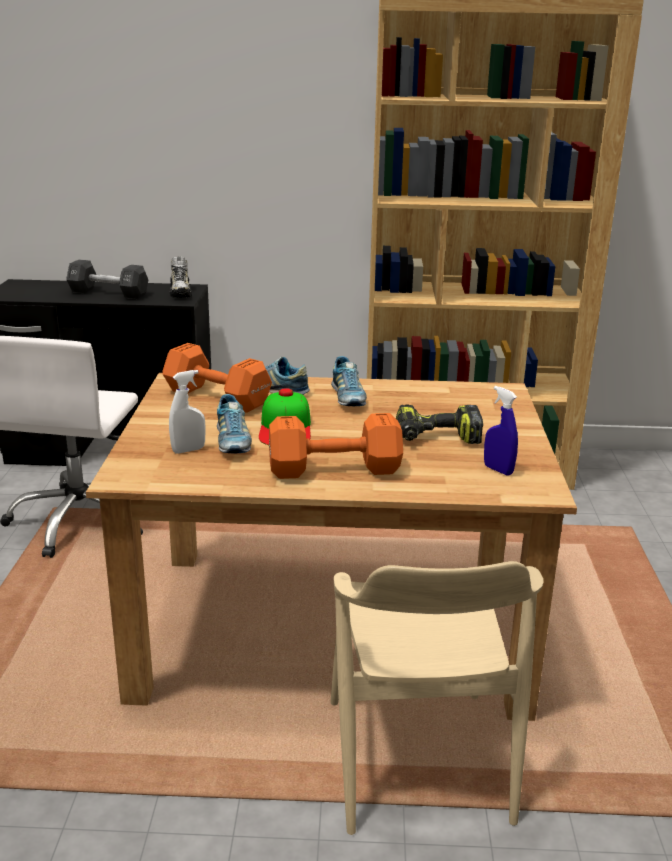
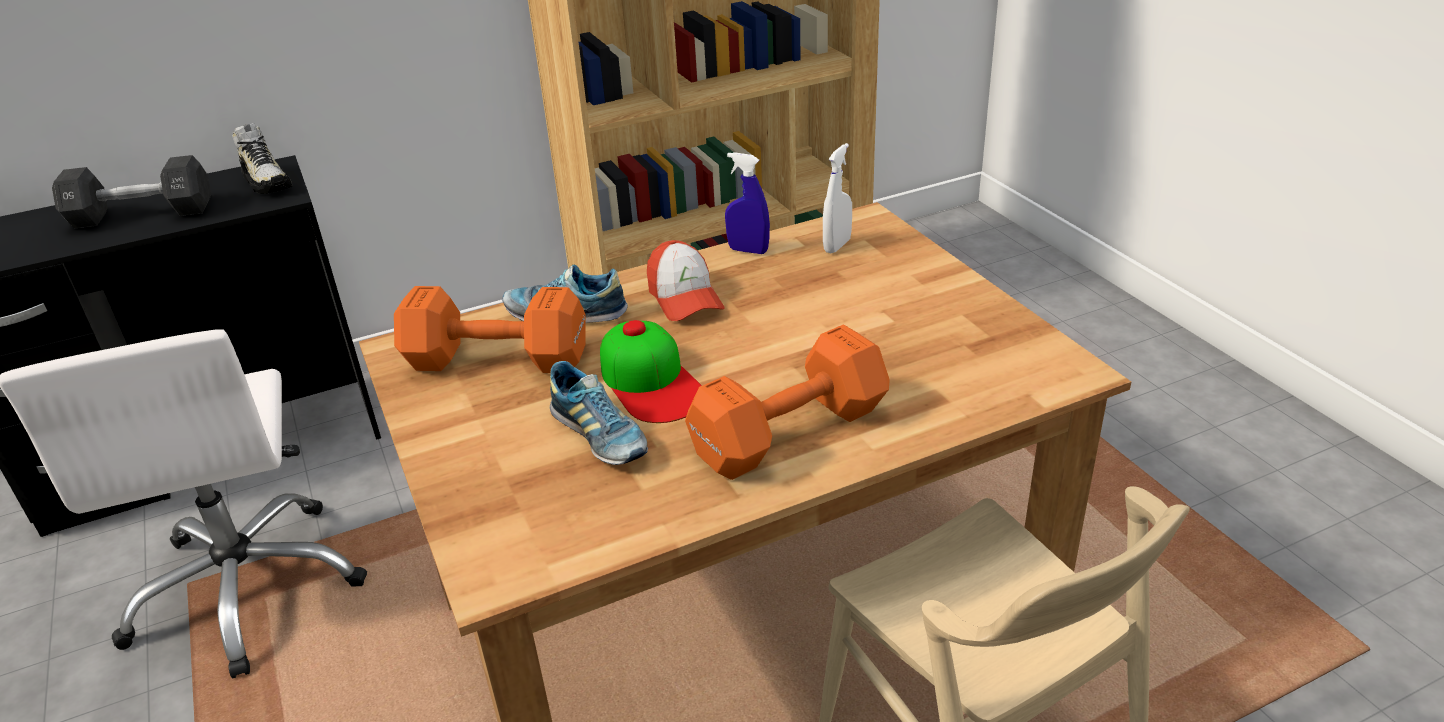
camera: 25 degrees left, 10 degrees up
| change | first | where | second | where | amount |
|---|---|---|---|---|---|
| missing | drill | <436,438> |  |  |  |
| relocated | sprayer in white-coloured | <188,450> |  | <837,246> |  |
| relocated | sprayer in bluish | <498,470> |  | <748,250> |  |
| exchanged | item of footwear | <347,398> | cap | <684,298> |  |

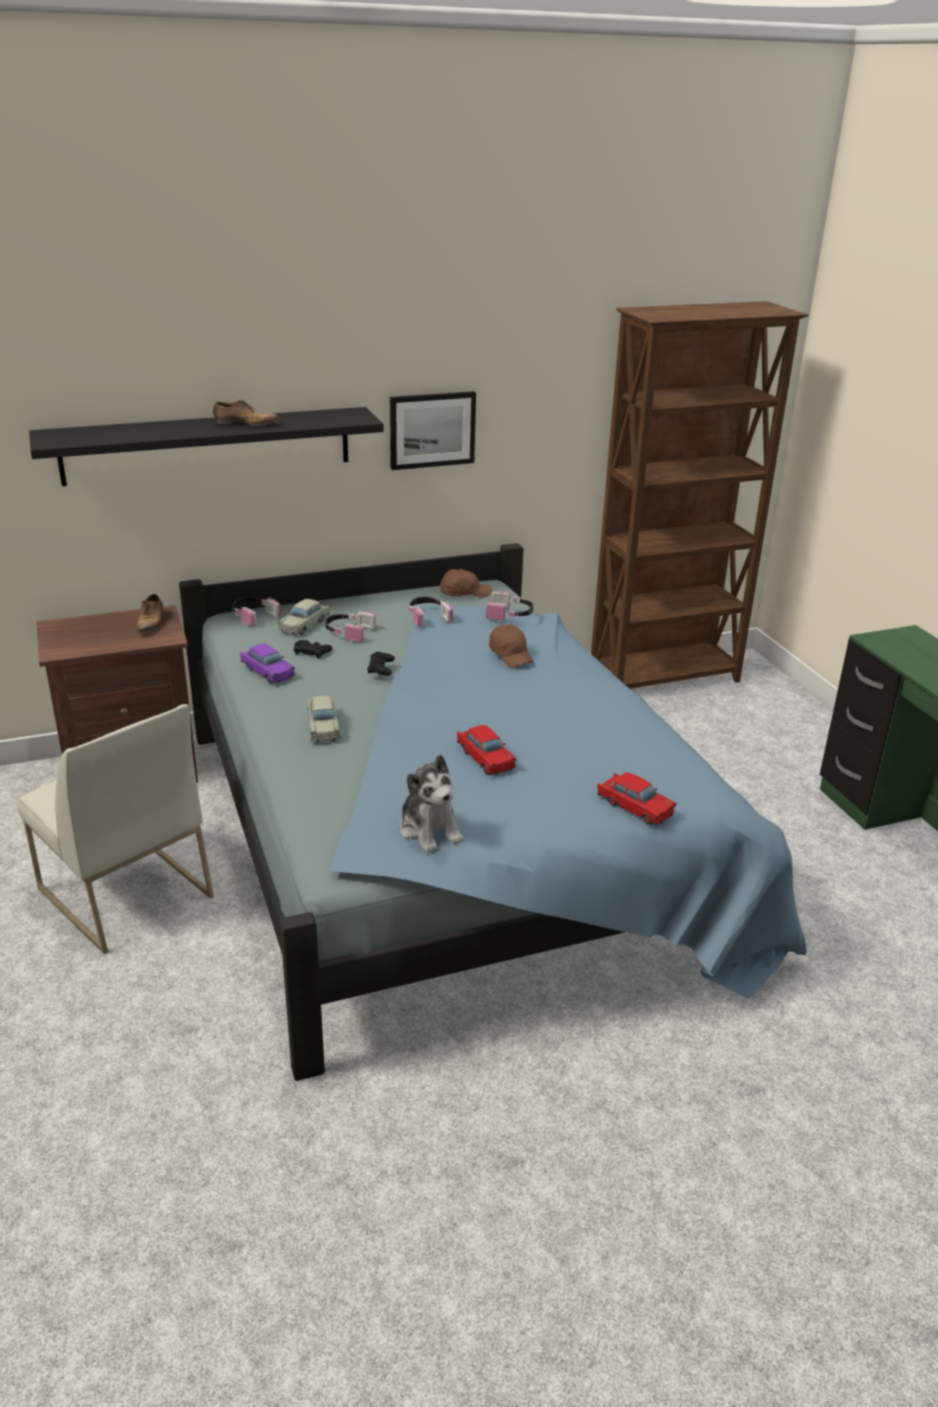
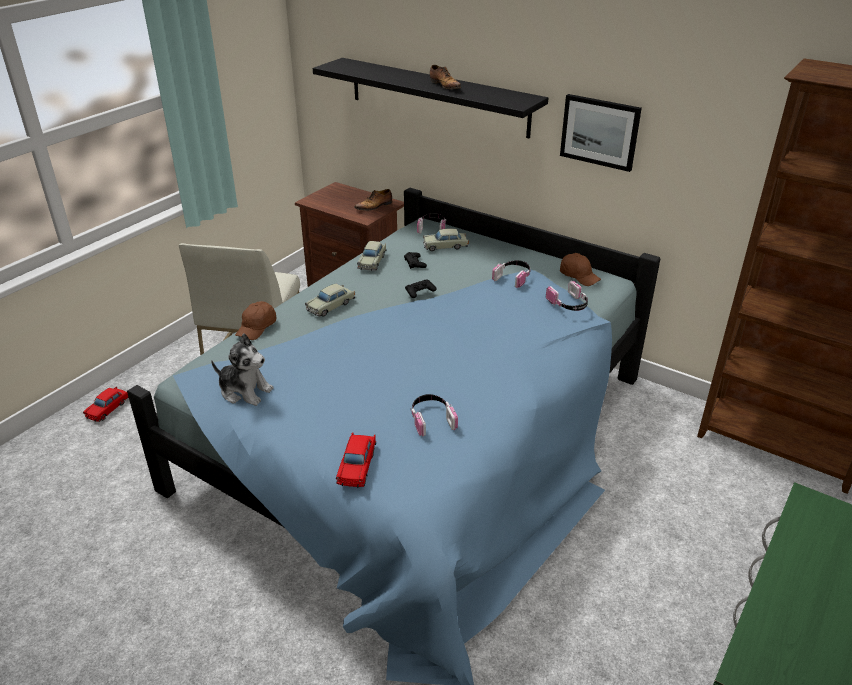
camera: 55 degrees right, 5 degrees up
| change | first | where | second | where | amount |
|---|---|---|---|---|---|
| relocated | pair of headphones | <348,632> |  | <431,419> |  |
| relocated | model car in reddish | <485,758> |  | <108,408> |  |
| relocated | cap in brown | <511,655> |  | <257,328> |  |
| colour | model car in purple-coloured | <267,671> | model car in beige-coloured | <372,261> |  |
| spun | plush toy | <430,830> |  | <245,391> | 90 degrees counterclockwise |

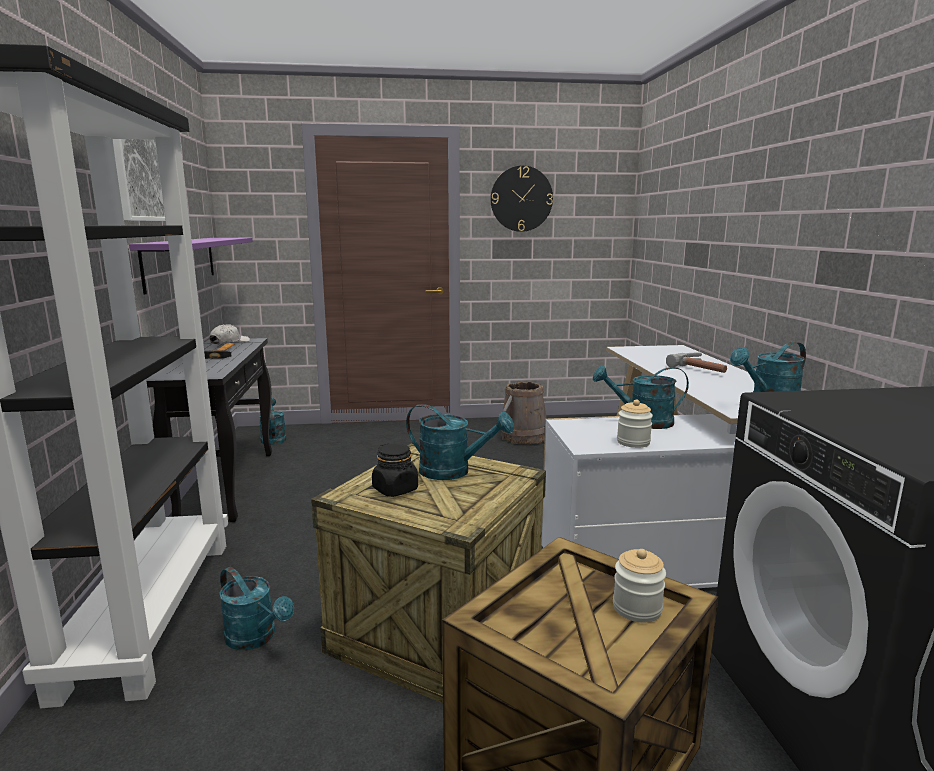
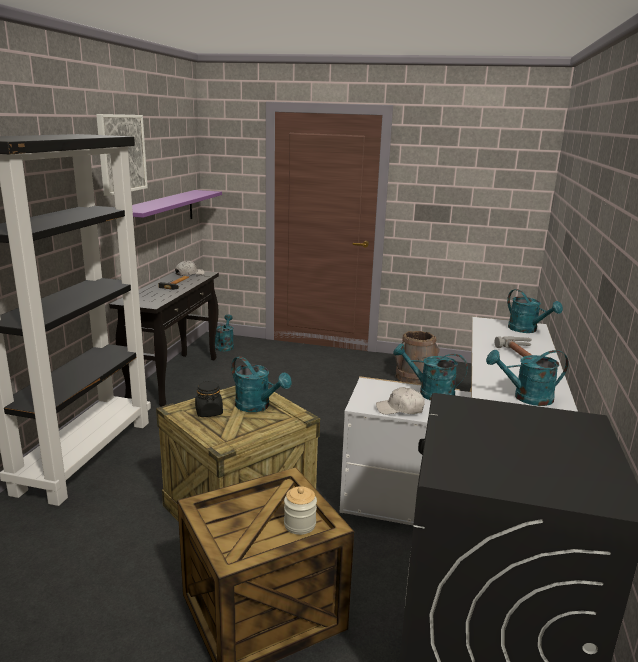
camera: 20 degrees right, 5 degrees up
| change | first | where | second | where | amount |
|---|---|---|---|---|---|
| missing | hanging clock | <521,199> |  |  |  |
| relocated | sprinkling can in blue-green | <256,638> |  | <527,330> |  |
| exchanged | storage jar | <633,442> | cap in white-coloured | <400,409> |  |

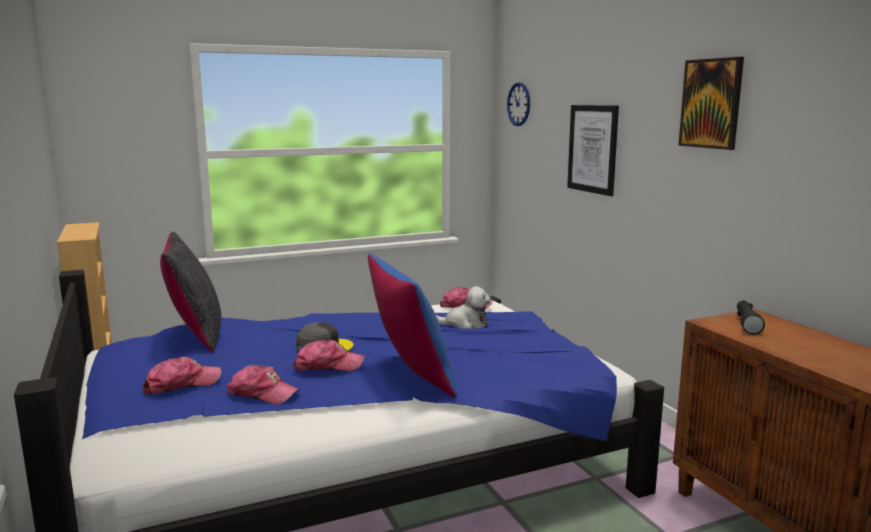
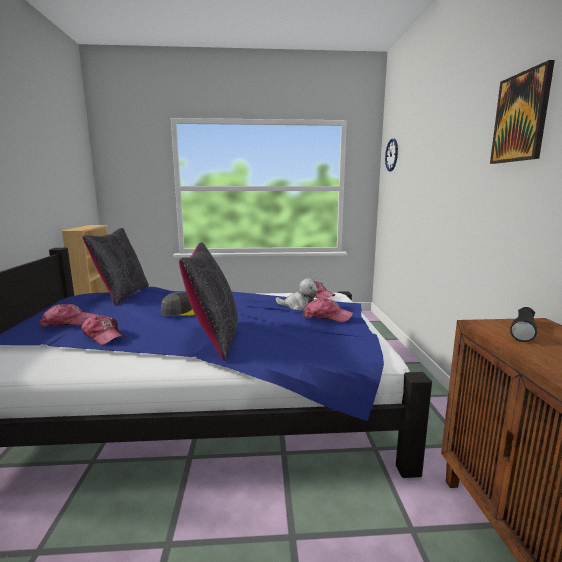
camera: 20 degrees right, 0 degrees up
| change | first | where | second | where | amount |
|---|---|---|---|---|---|
| missing | wall picture | <593,149> |  |  |  |
| relocated | cap | <328,366> |  | <326,317> |  |
| colour | throw pillow in bluish | <411,376> | throw pillow in blackish | <213,338> |  |

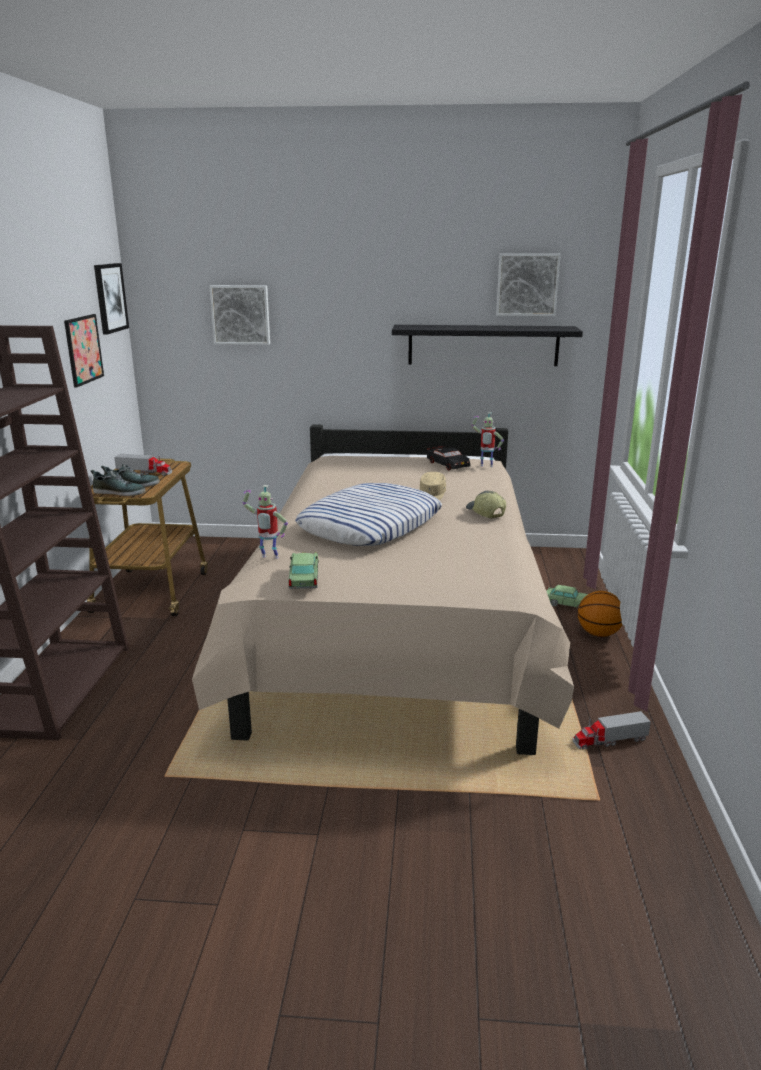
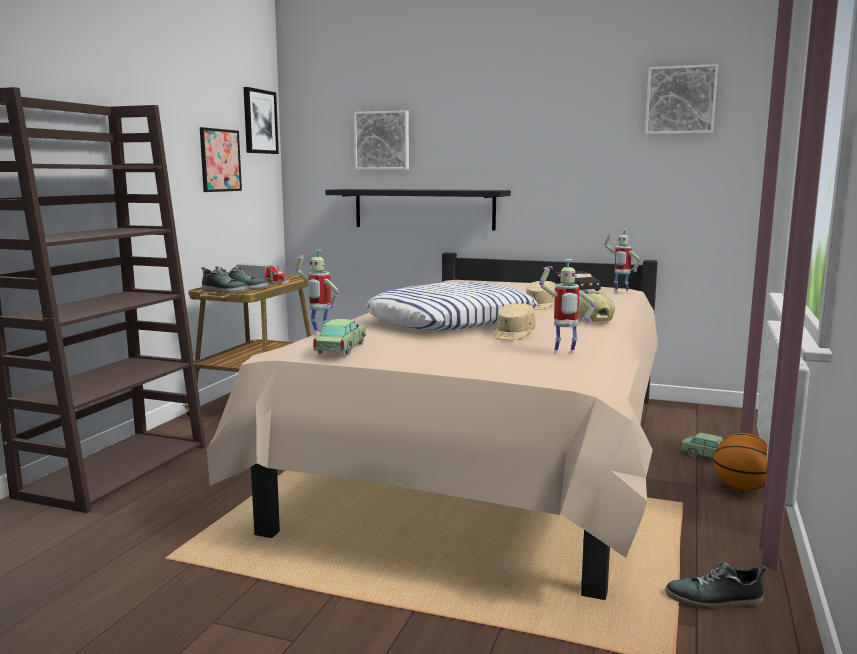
camera: 15 degrees right, 10 degrees down
| change | first | where | second | where | amount |
|---|---|---|---|---|---|
| appeared |  |  | cap in beige-coloured | <513,334> |  |
| appeared |  |  | toy robot | <564,354> |  |
| relocated | wall shelf in blackish | <483,345> |  | <424,209> |  |
| exchanged | toy lorry | <609,740> | item of footwear | <714,599> |  |

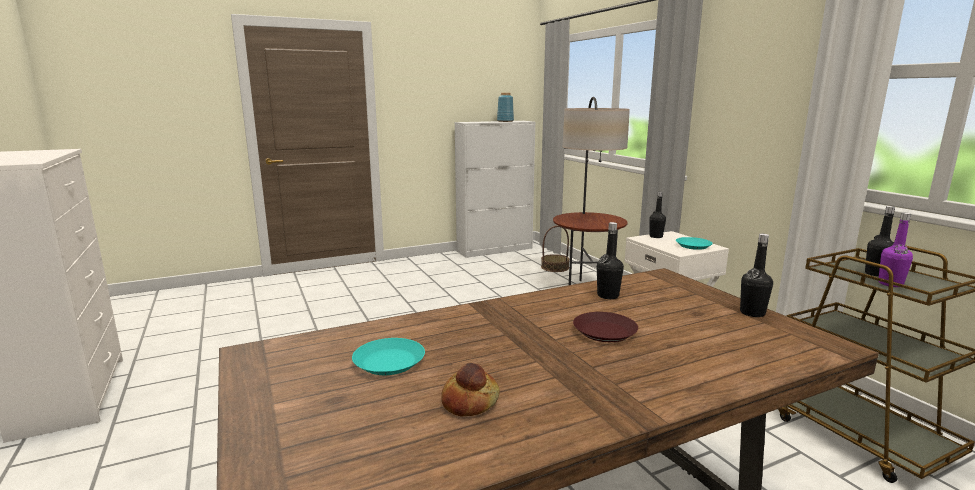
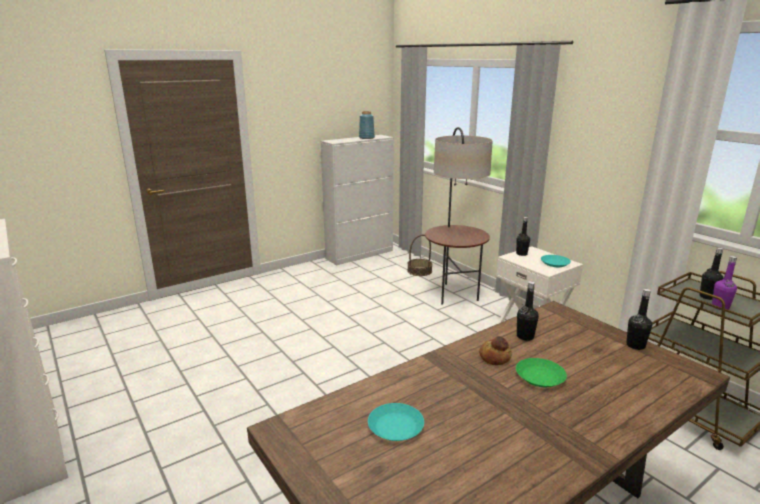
camera: 10 degrees left, 5 degrees up
| change | first | where | second | where | amount |
|---|---|---|---|---|---|
| relocated | baked bread | <470,402> |  | <495,357> |  |
| colour | flat dish in brown | <605,332> | flat dish in green-coloured | <540,376> |  |

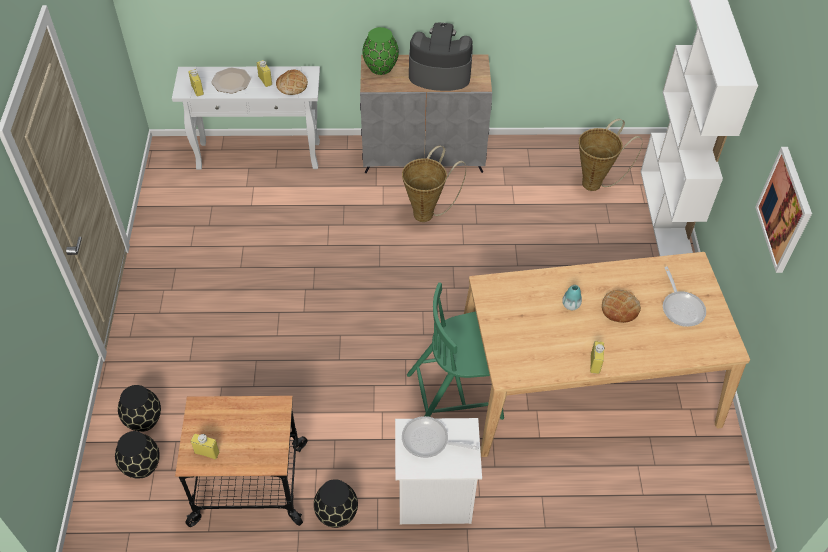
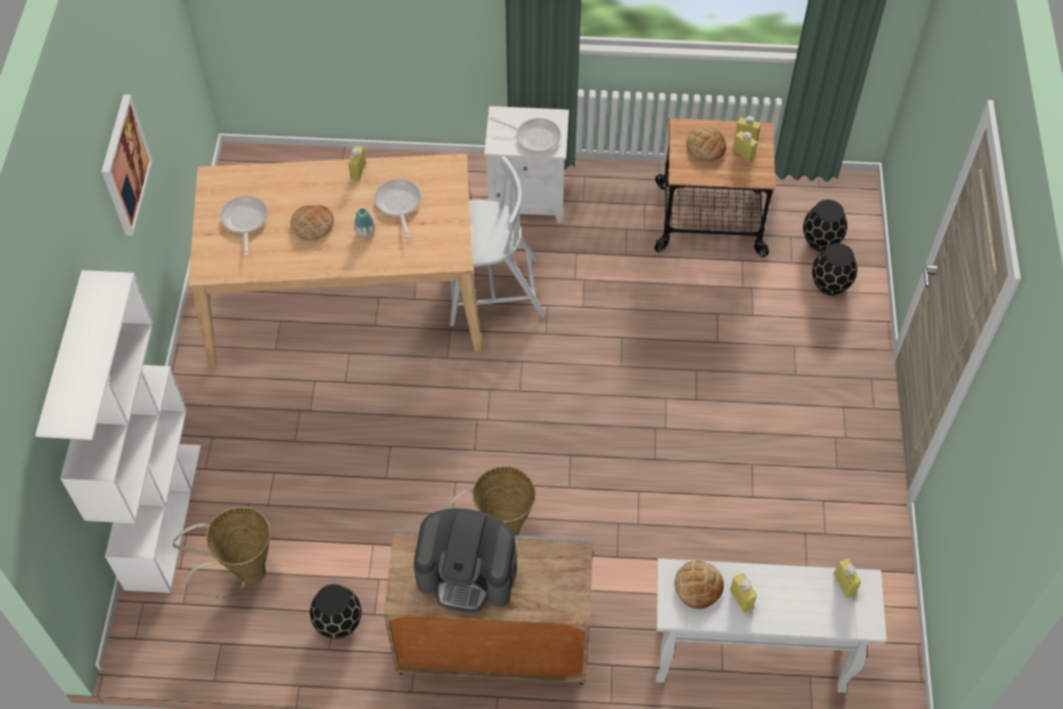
camera: 175 degrees left, 5 degrees up
| change | first | where | second | where | amount |
|---|---|---|---|---|---|
| missing | flat dish | <231,81> |  |  |  |
| missing | decorative vase in green-coloured | <381,67> |  |  |  |
| appeared |  |  | frying pan | <398,205> |  |
| appeared |  |  | baked bread | <706,147> |  |
| appeared |  |  | beverage bottle in yellow | <743,154> |  |
| relocated | decorative vase in blackish | <336,514> |  | <339,623> |  |
| colour | chair in green-coloured | <456,395> | chair in white-coloured | <492,291> |  |

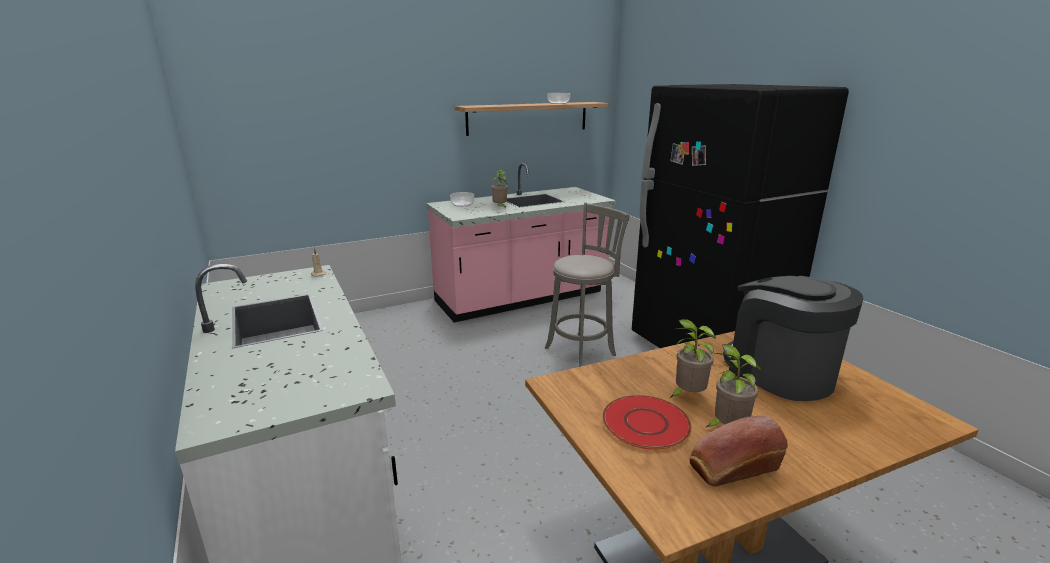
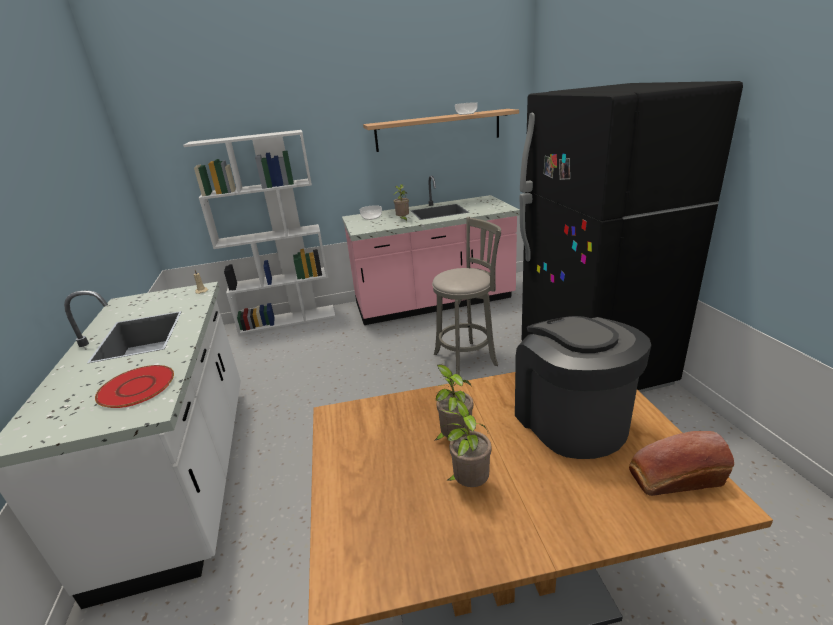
camera: 15 degrees right, 5 degrees up
| change | first | where | second | where | amount |
|---|---|---|---|---|---|
| appeared |  |  | bookcase in white-coloured | <288,319> |  |
| relocated | flat dish in reddish | <645,423> |  | <137,387> |  |
| relocated | baked bread | <731,467> |  | <673,478> |  |

